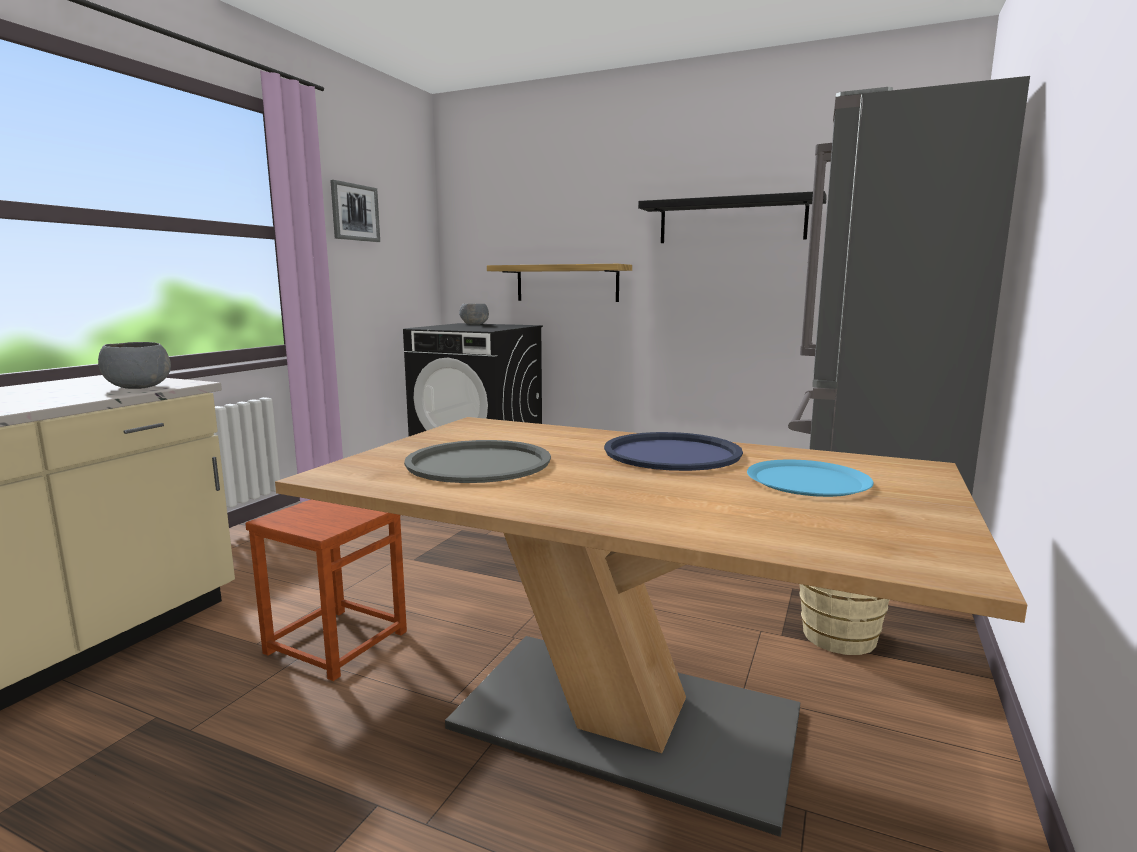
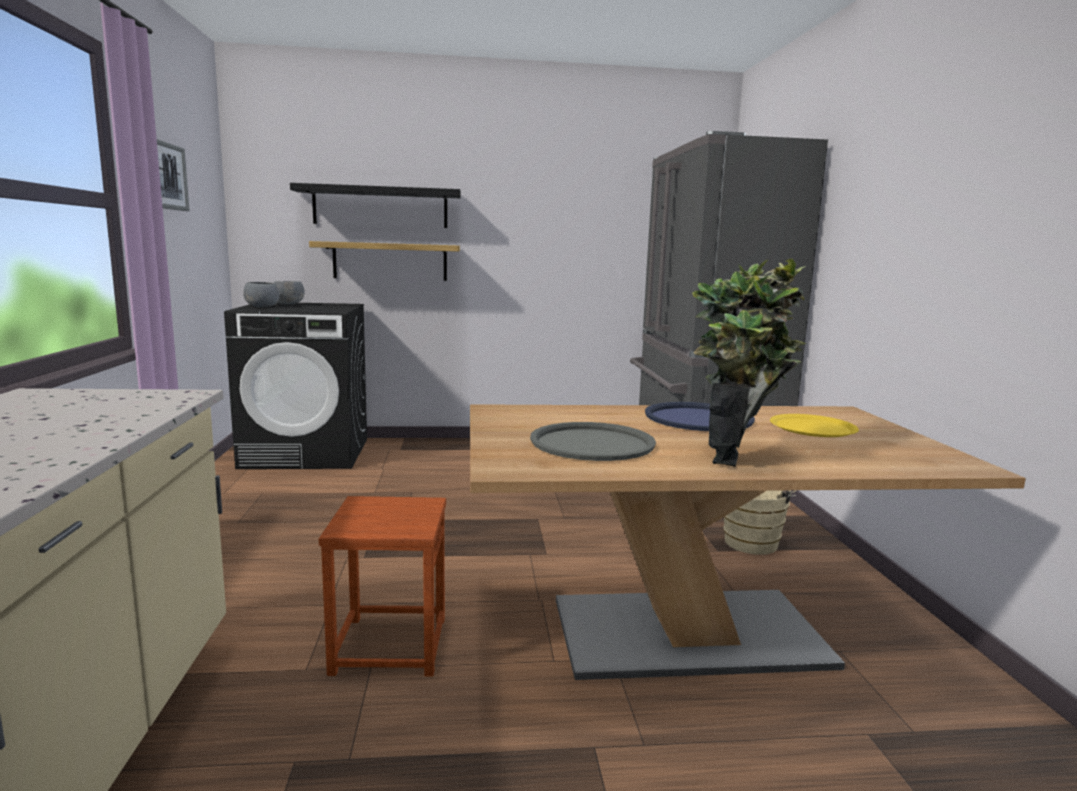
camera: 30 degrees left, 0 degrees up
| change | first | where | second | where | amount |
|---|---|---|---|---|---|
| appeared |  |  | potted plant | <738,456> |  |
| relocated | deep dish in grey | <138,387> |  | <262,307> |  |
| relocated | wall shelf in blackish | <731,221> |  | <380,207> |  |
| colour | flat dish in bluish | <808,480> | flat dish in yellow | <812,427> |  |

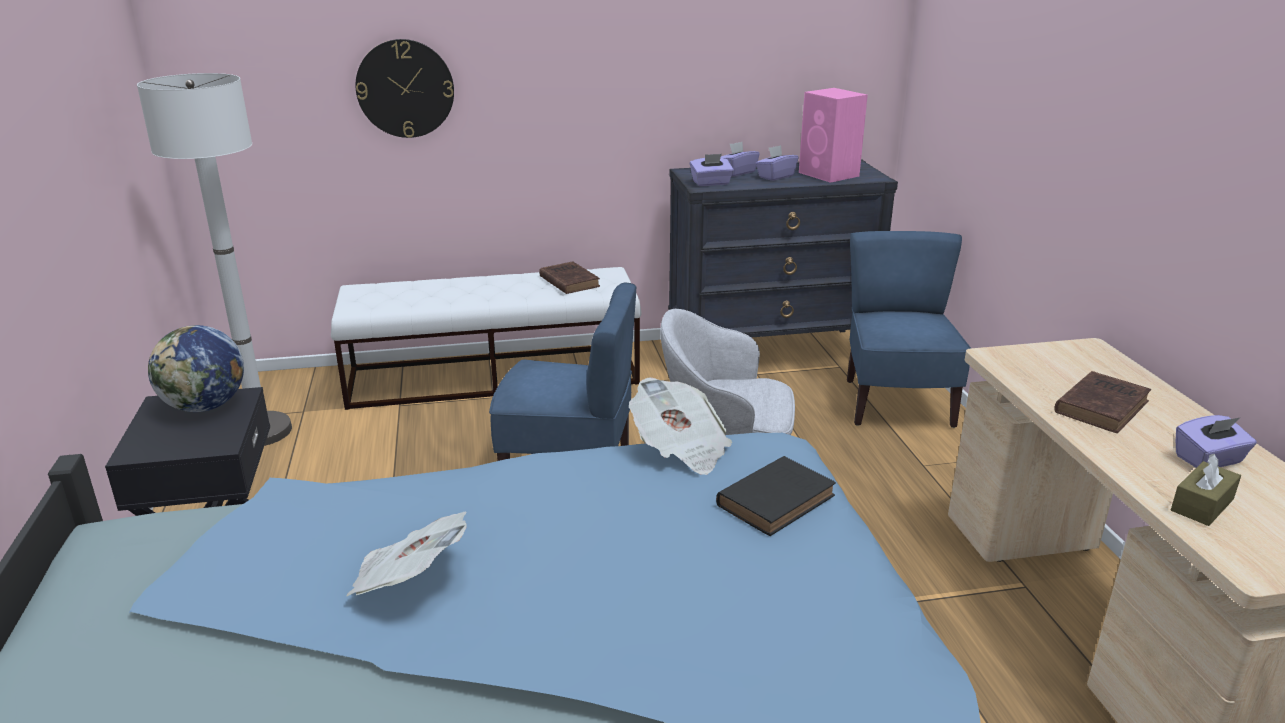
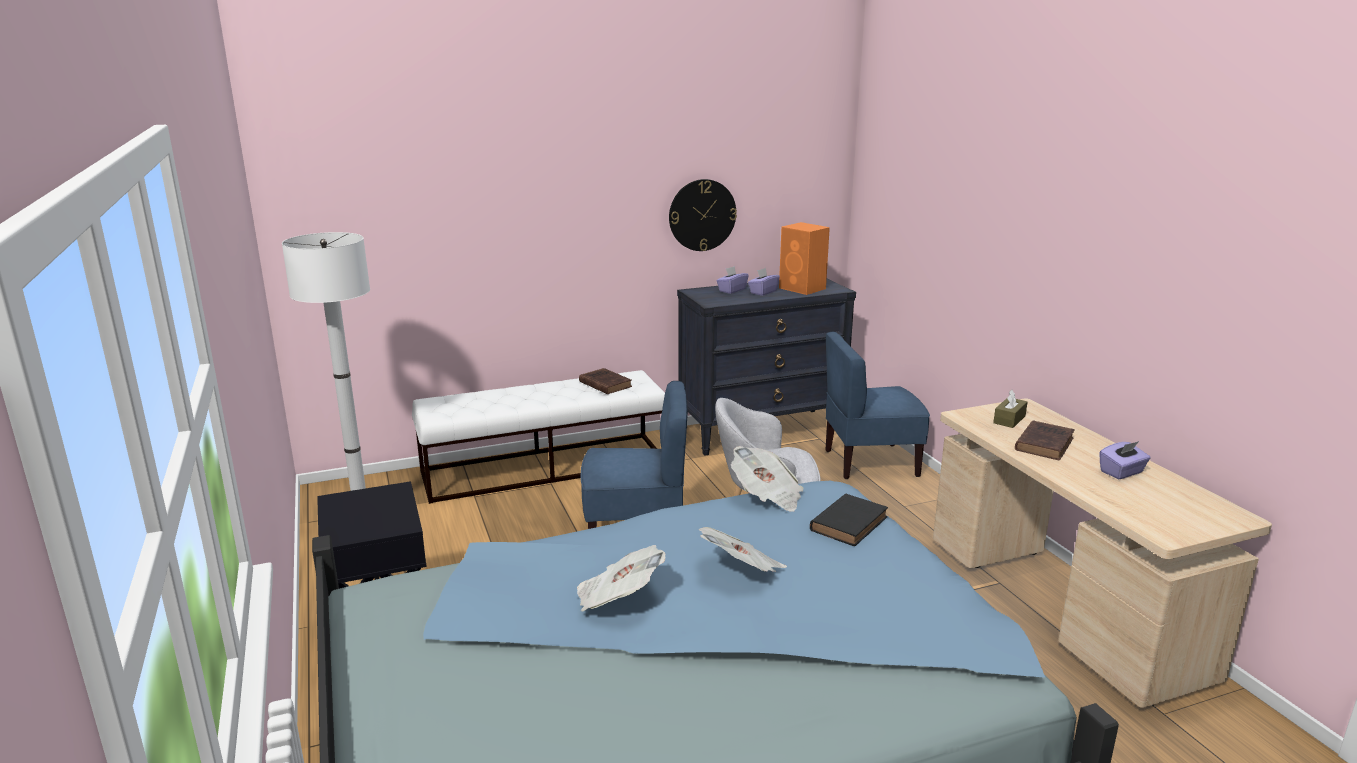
camera: 10 degrees left, 5 degrees down
| change | first | where | second | where | amount |
|---|---|---|---|---|---|
| missing | globe | <205,406> |  |  |  |
| missing | tissue box in purple-coloured | <711,183> |  |  |  |
| appeared |  |  | printed paper | <742,570> |  |
| relocated | hanging clock | <405,88> |  | <702,215> |  |
| relocated | tissue box in brown | <1202,505> |  | <1009,419> |  |
| colour | loudspeaker in pink-coloured | <829,174> | loudspeaker in orange-coloured | <803,288> |  |
| spun | chair in bluish | <895,403> |  | <870,462> | 90 degrees counterclockwise |

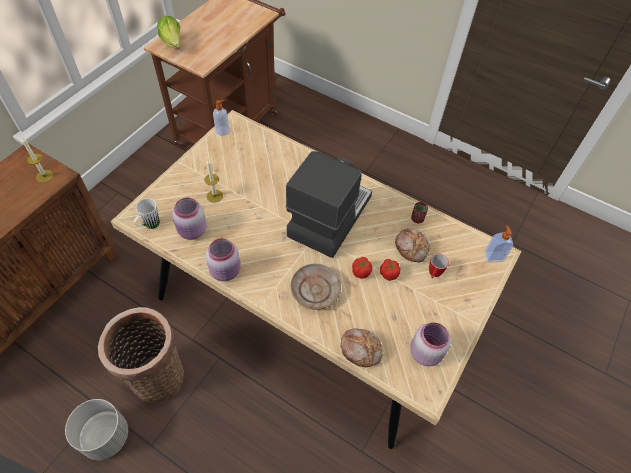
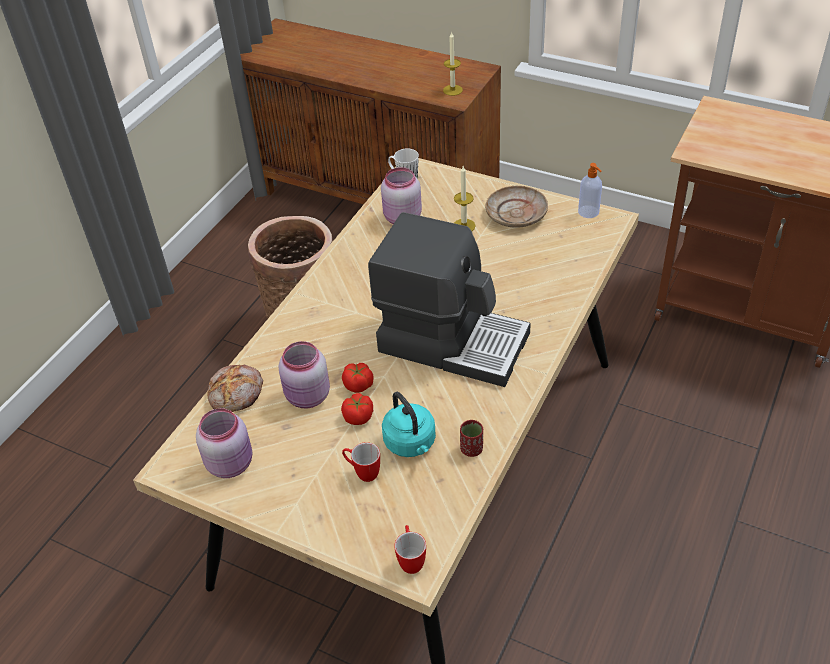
camera: 90 degrees right, 10 degrees down
| change | first | where | second | where | amount |
|---|---|---|---|---|---|
| missing | flower pot in grey | <105,436> |  |  |  |
| missing | lettuce | <173,43> |  |  |  |
| relocated | storage jar in pink-coloured | <226,271> |  | <308,397> |  |
| relocated | flat dish in beige-coloured | <315,290> |  | <516,214> |  |
| exchanged | baked bread | <412,247> | water kettle in blue-green | <411,443> |  |
| exchanged | liquid soap bottle | <493,256> | coffee mug | <411,559> |  |

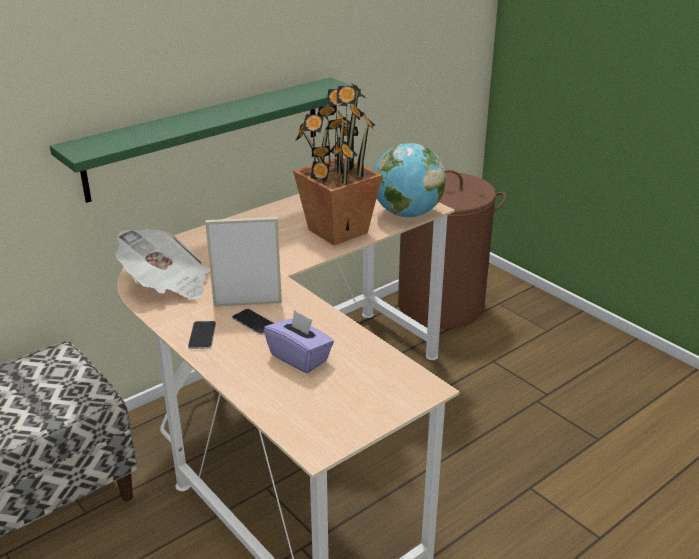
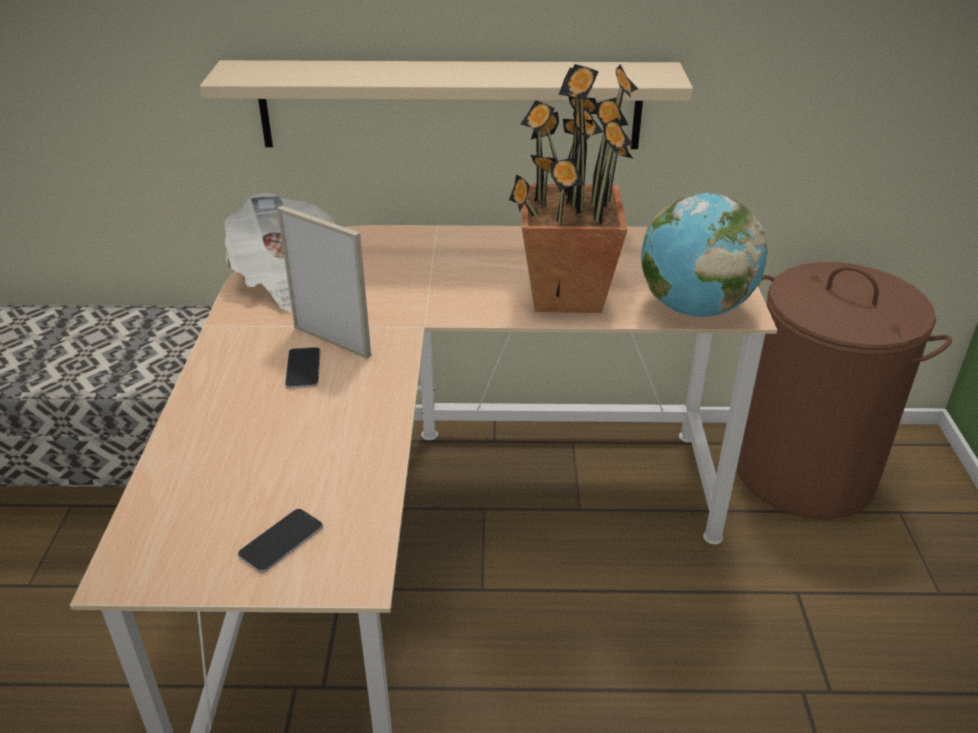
camera: 40 degrees right, 5 degrees up
| change | first | where | second | where | amount |
|---|---|---|---|---|---|
| missing | tissue box in purple-coloured | <300,357> |  |  |  |
| relocated | phone | <202,335> |  | <281,541> |  |
| colour | wall shelf in green-coloured | <207,137> | wall shelf in beige-coloured | <450,105> |  |

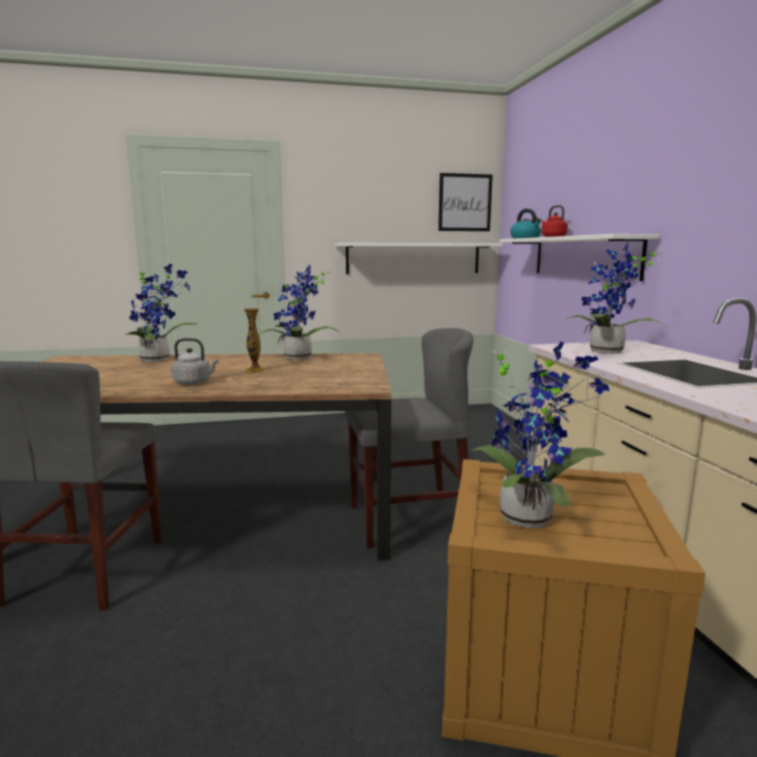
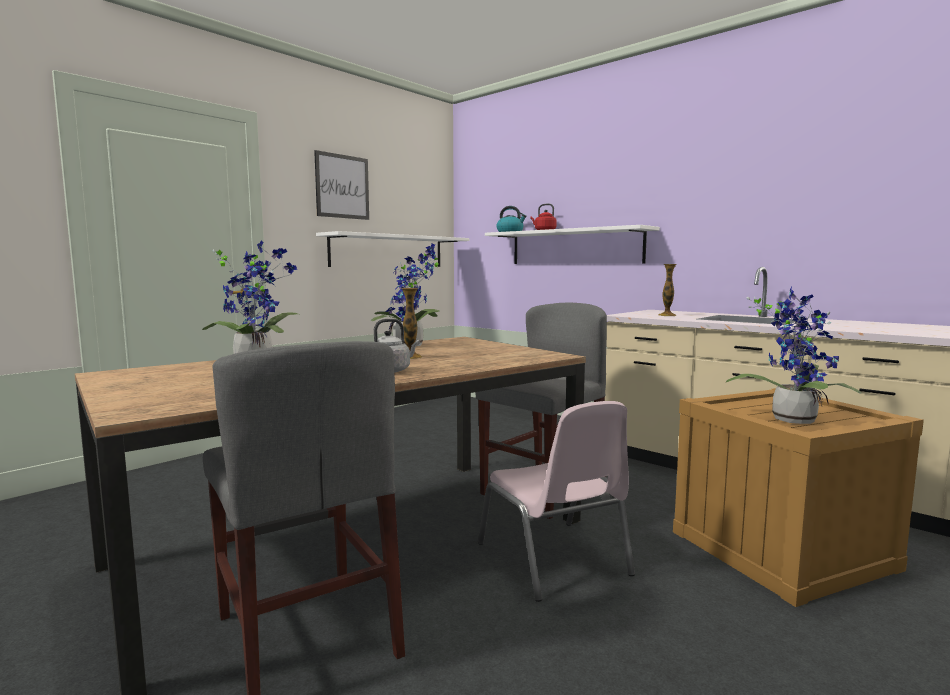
camera: 35 degrees left, 5 degrees down
| change | first | where | second | where | amount |
|---|---|---|---|---|---|
| appeared |  |  | chair in pink-coloured | <554,560> |  |
| relocated | wall picture | <465,202> |  | <342,186> |  |
| exchanged | potted plant | <606,352> | decorative vase | <667,315> |  |

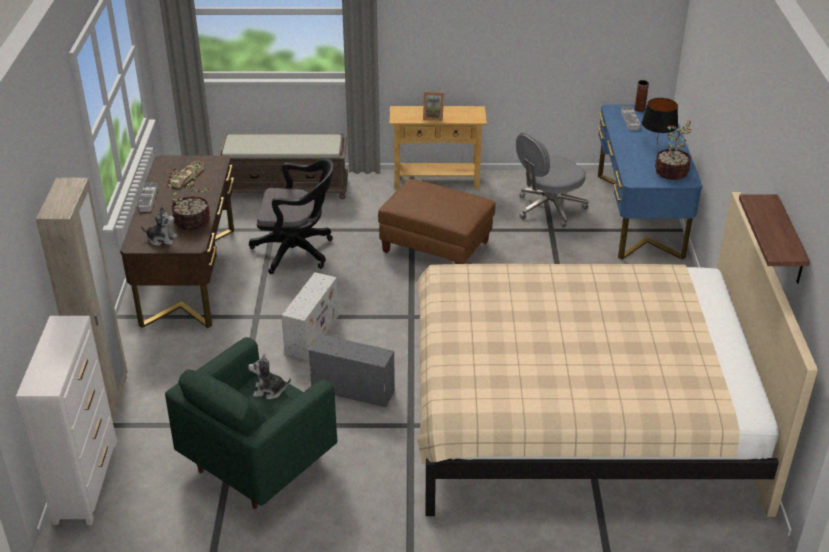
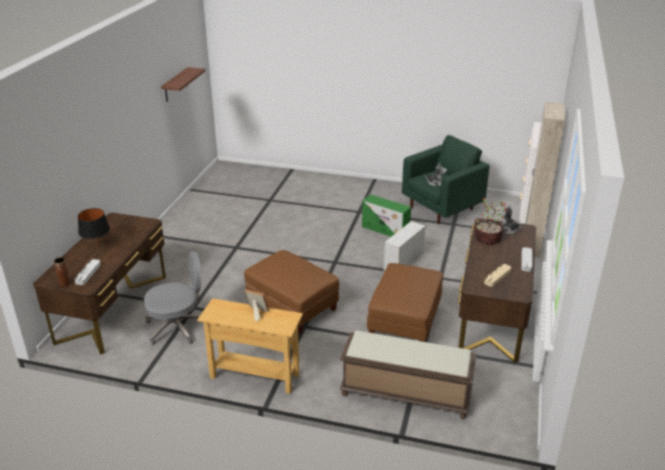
camera: 165 degrees left, 5 degrees down
| change | first | where | second | where | amount |
|---|---|---|---|---|---|
| missing | bedroom bed in beige-coloured | <580,412> |  |  |  |
| missing | potted plant | <671,173> |  |  |  |
| exchanged | office chair in blackish | <297,251> | footrest in brown | <404,322> |  |
| colour | storage bin in grey | <351,390> | storage bin in green-coloured | <386,230> |  |
| colour | desk table in bluish | <638,215> | desk table in brown | <113,308> |  |

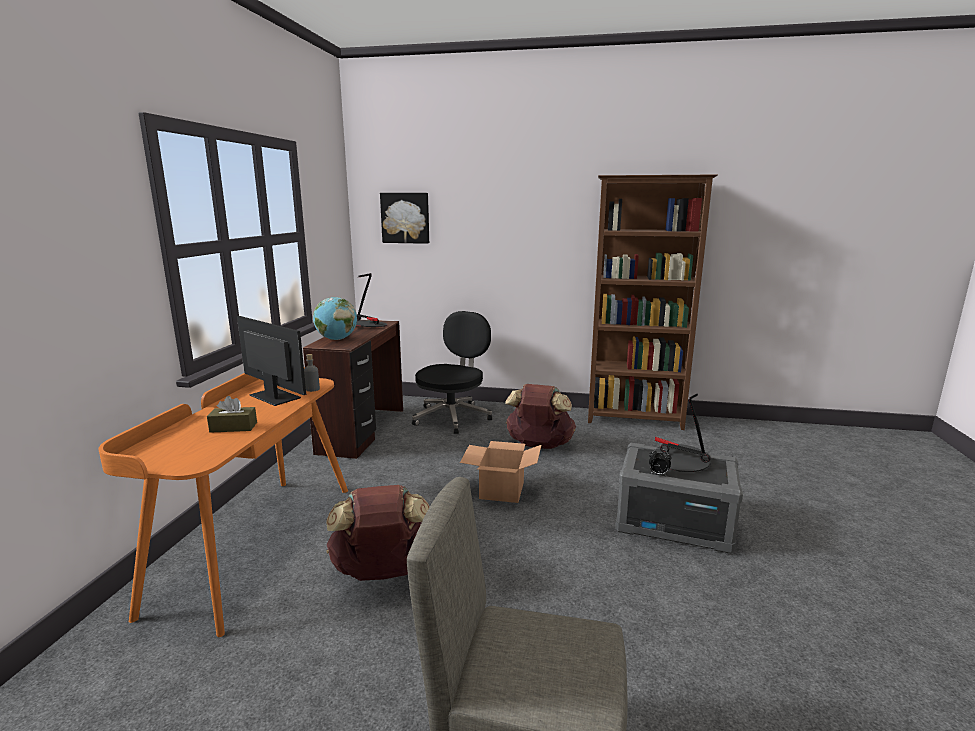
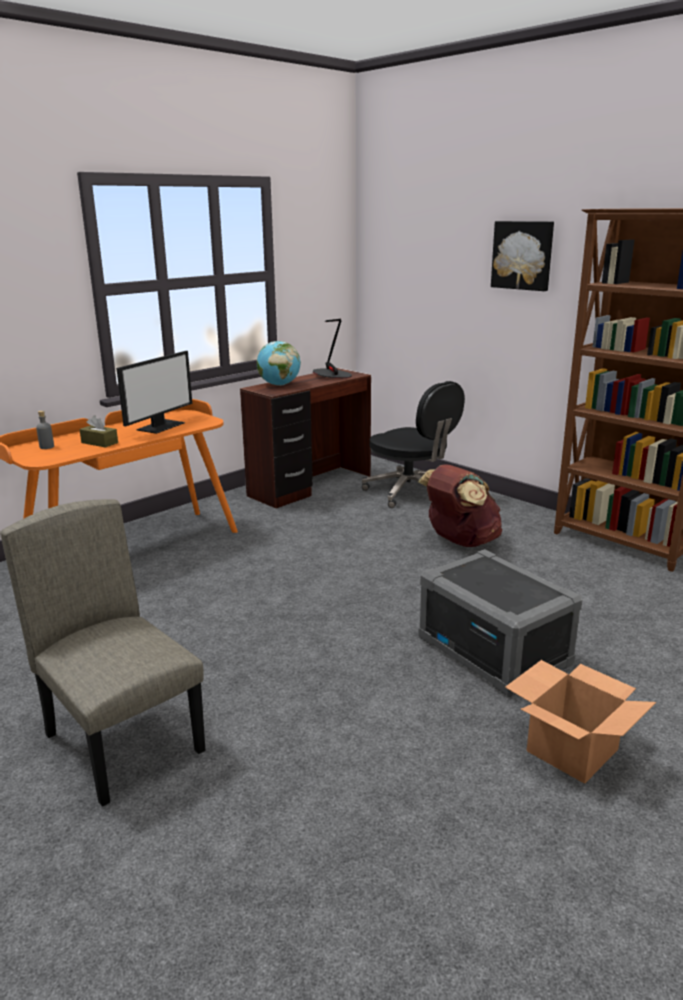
camera: 35 degrees right, 5 degrees up
| change | first | where | second | where | amount |
|---|---|---|---|---|---|
| missing | knapsack in brown | <383,573> |  |  |  |
| missing | bedside clock | <658,474> |  |  |  |
| missing | table lamp | <680,460> |  |  |  |
| relocated | beverage bottle in grey | <312,389> |  | <47,447> |  |
| relocated | wall picture | <405,218> |  | <523,255> |  |
| relocated | packing box | <502,491> |  | <572,751> |  |
| spun | monitor | <273,397> |  | <160,426> | 45 degrees clockwise |
| spun | office chair in blackish | <453,417> |  | <411,493> | 75 degrees clockwise |

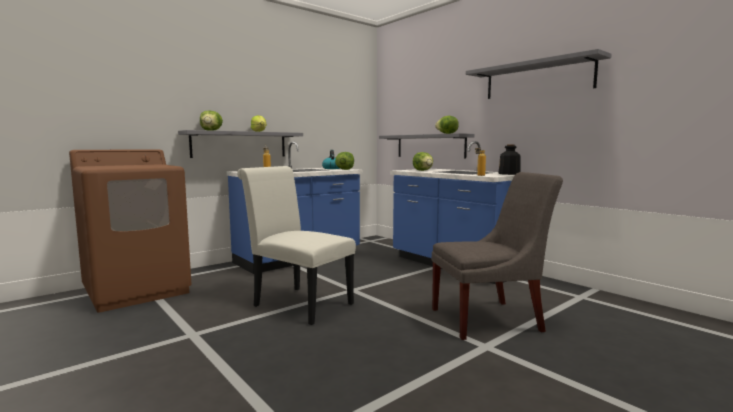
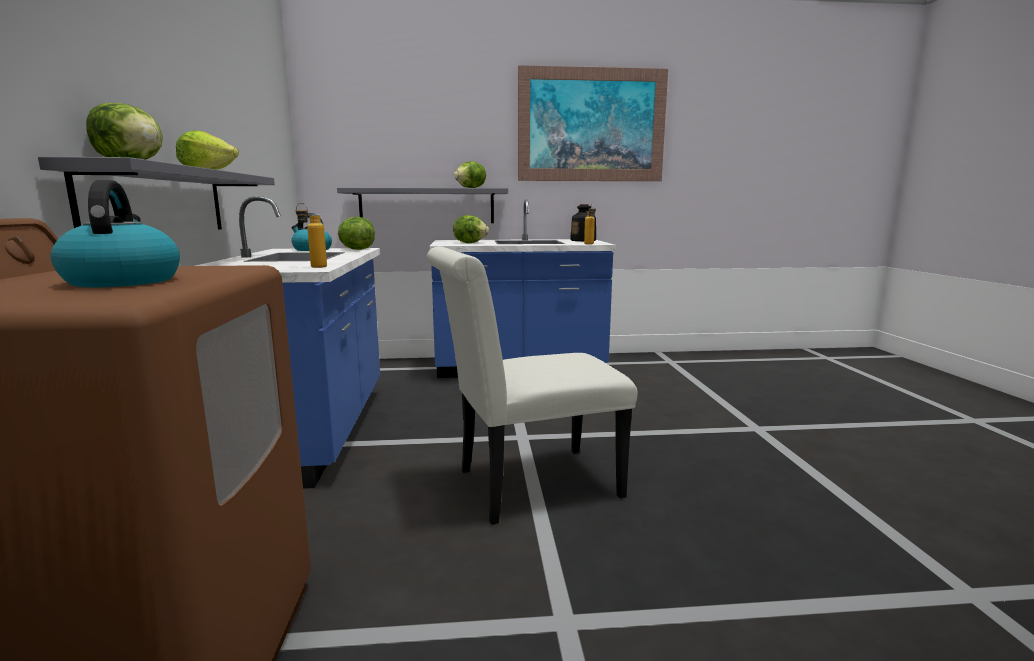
camera: 55 degrees left, 5 degrees up
| change | first | where | second | where | amount |
|---|---|---|---|---|---|
| missing | chair in grey | <490,319> |  |  |  |
| appeared |  |  | water kettle | <123,281> |  |
| exchanged | wall shelf in grey | <537,79> | wall picture | <591,125> |  |

